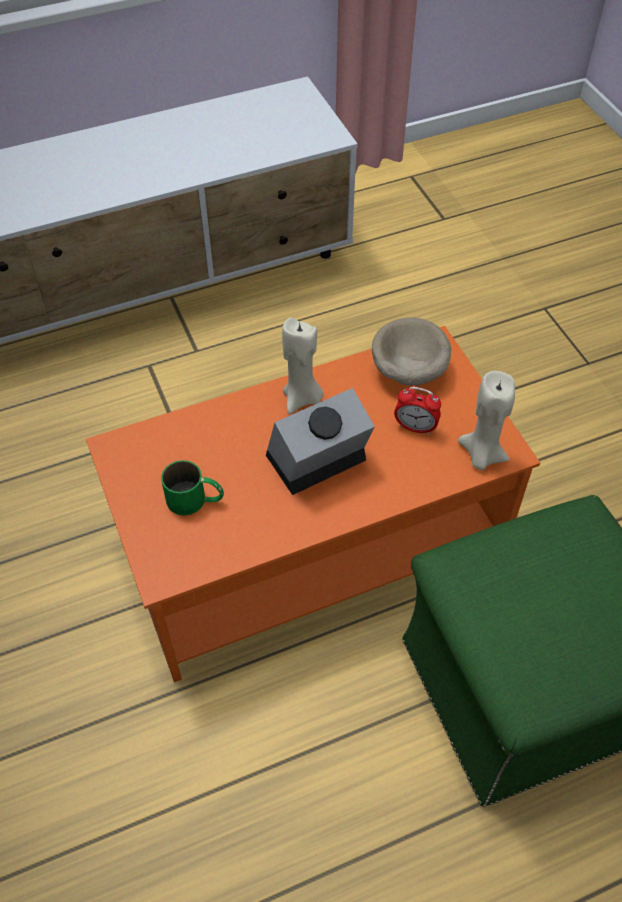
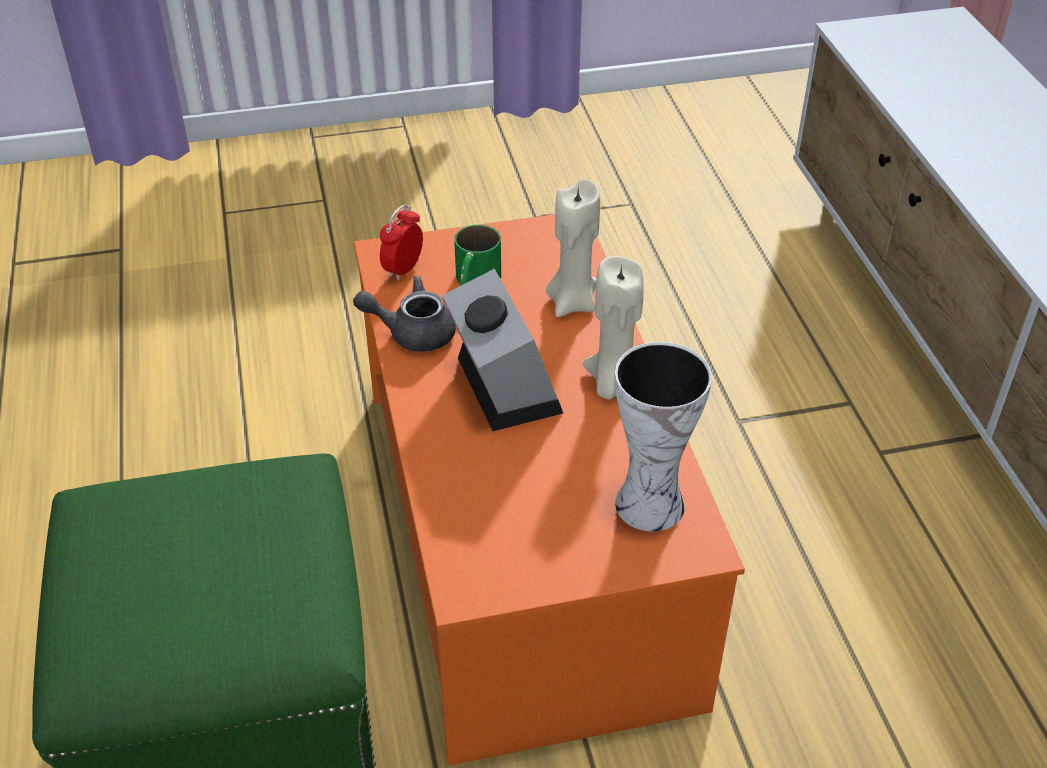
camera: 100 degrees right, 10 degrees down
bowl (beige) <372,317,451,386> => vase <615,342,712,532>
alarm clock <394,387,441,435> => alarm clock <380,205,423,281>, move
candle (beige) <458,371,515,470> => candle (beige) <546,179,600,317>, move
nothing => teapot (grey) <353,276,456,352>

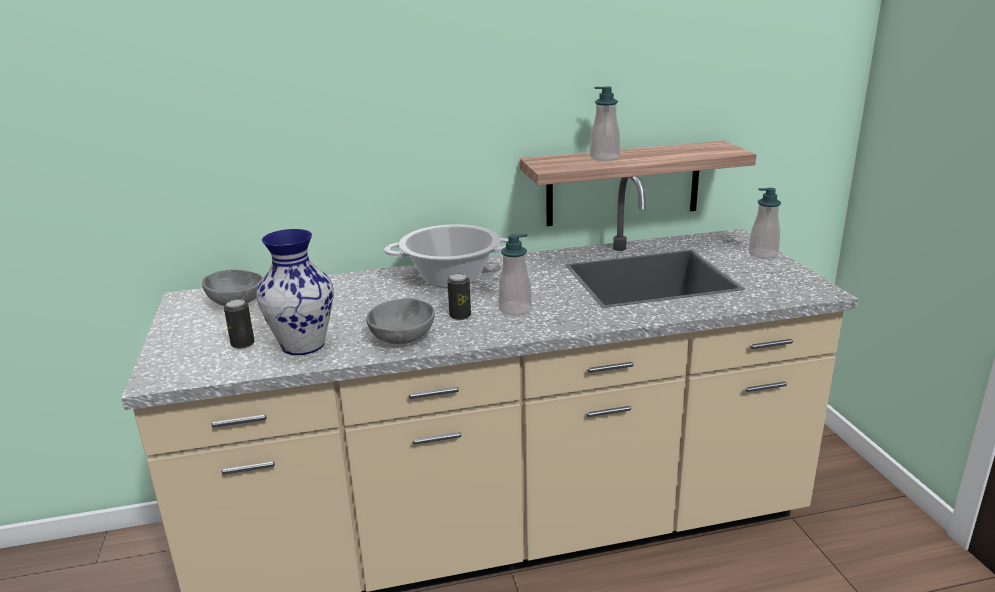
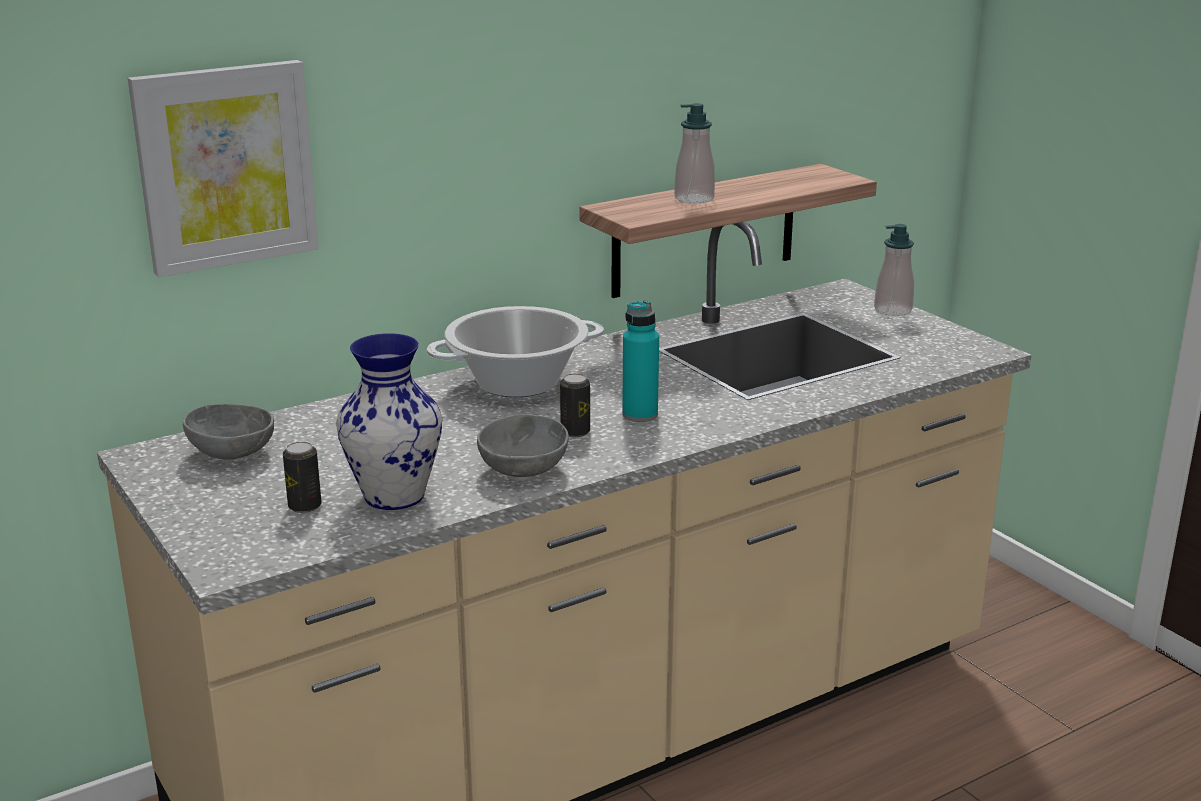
camera: 20 degrees left, 0 degrees up
soap dispenser <498,234,532,316> => bottle (turquoise) <622,300,659,422>
nothing => picture <128,60,319,277>

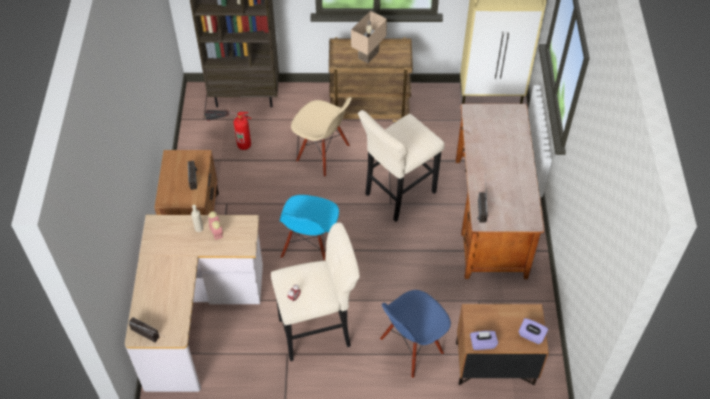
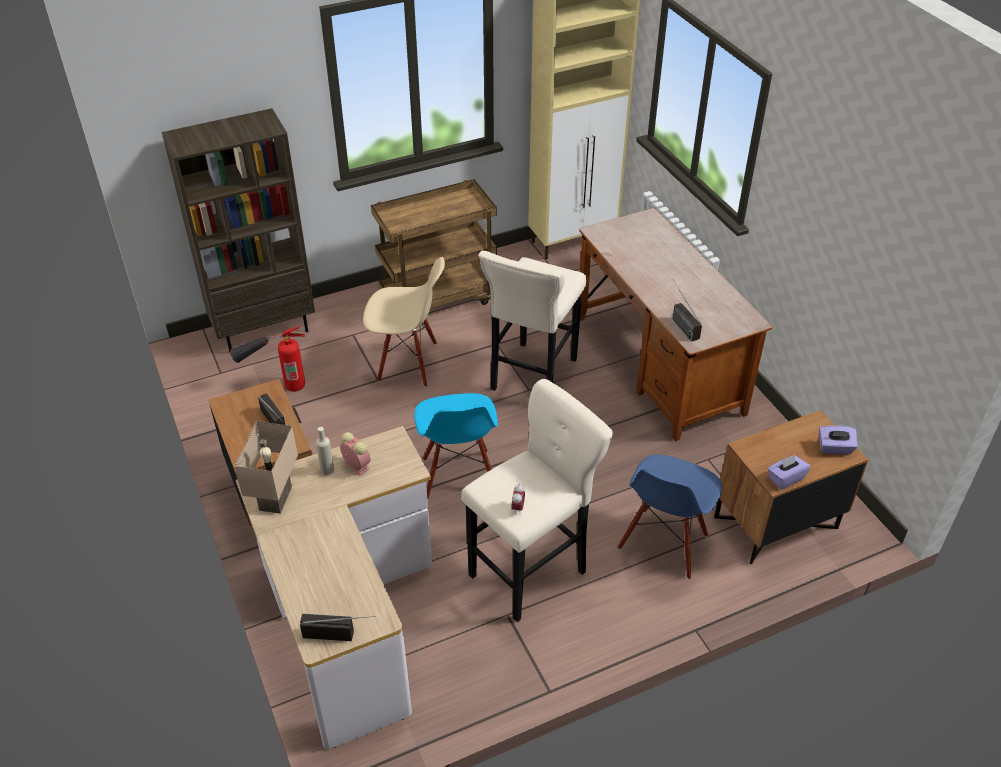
camera: 25 degrees left, 10 degrees down
table lamp (beige) <351,11,387,63> => table lamp (beige) <235,421,298,514>, move

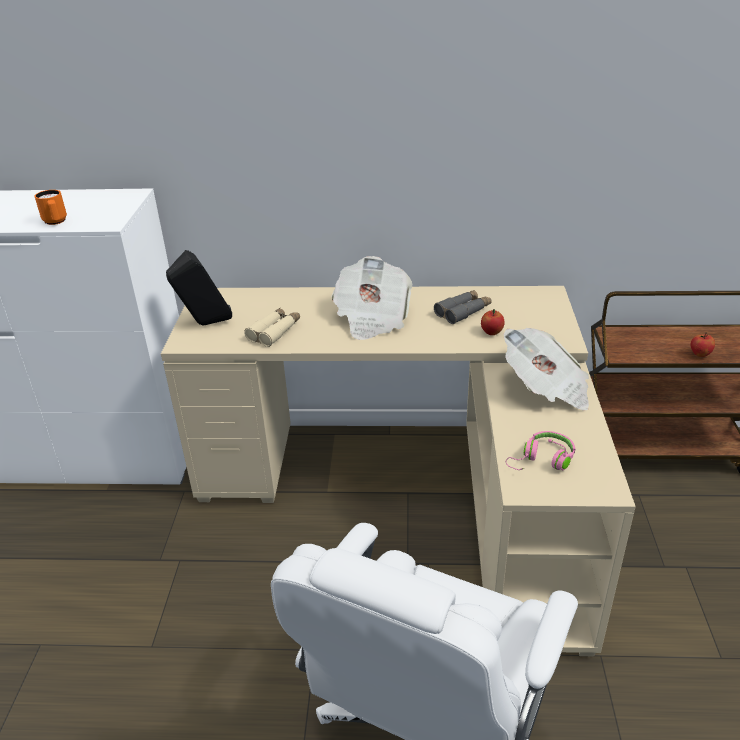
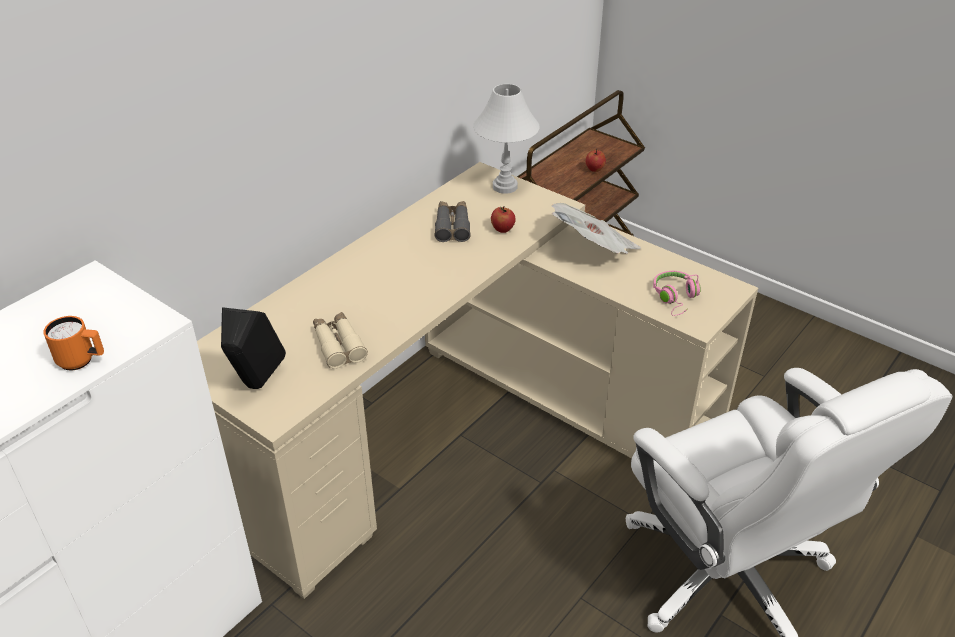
camera: 55 degrees left, 5 degrees up
newspaper <332,256,413,340> => nothing
nothing => table lamp (white) <473,84,540,194>

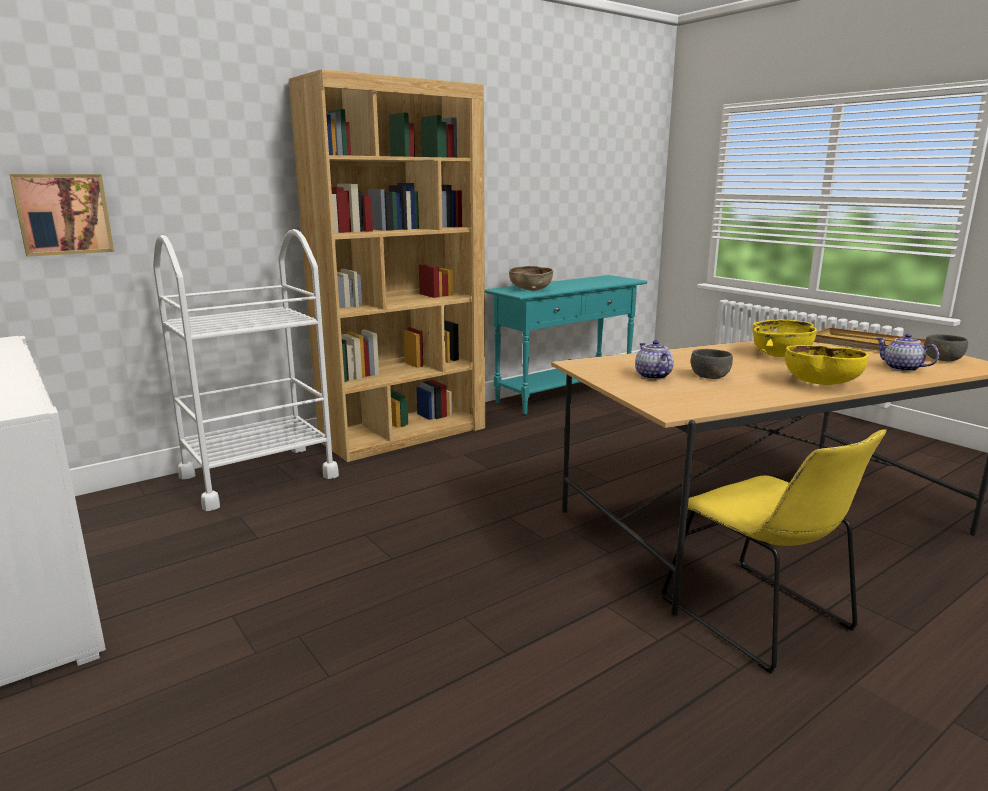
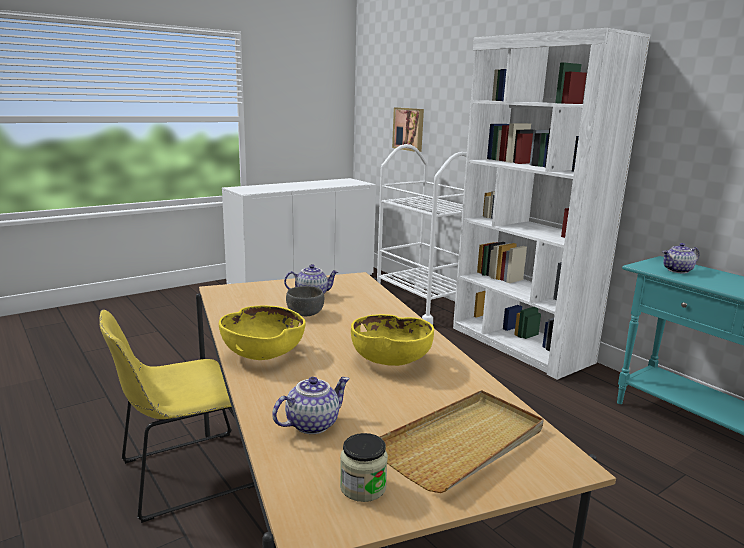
camera: 90 degrees right, 0 degrees up
bookcase (brown) <289,69,485,462> => bookcase (white) <453,28,651,380>
bowl (brown) <509,266,553,291> => teapot <662,243,699,273>
bowl (grey) <925,334,968,361> => jar <340,433,388,502>

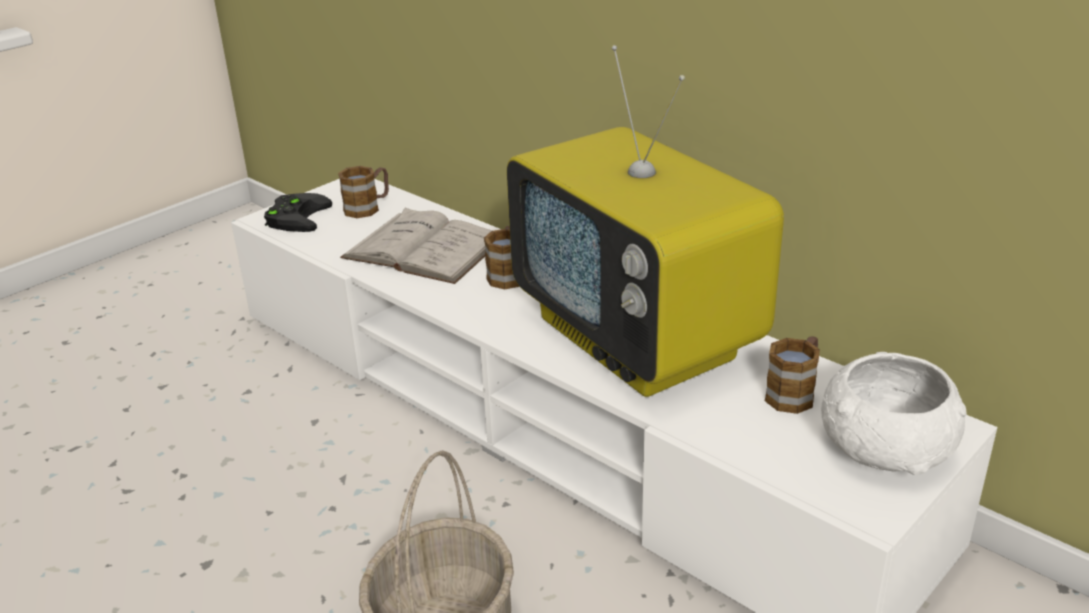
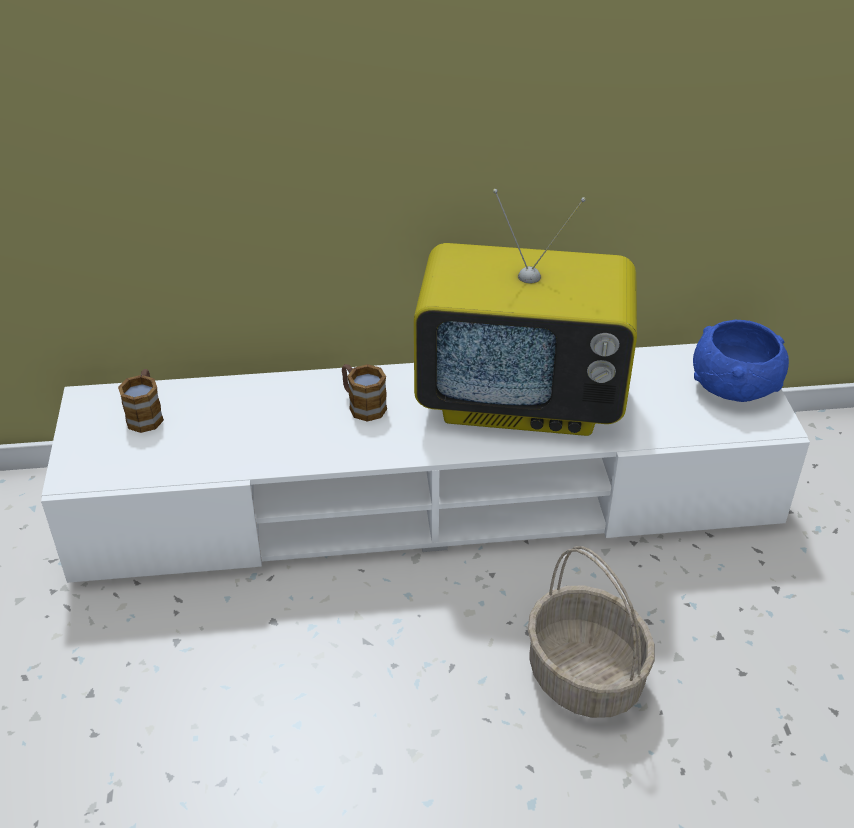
camera: 50 degrees left, 10 degrees up
game controller (black) <264,193,332,232> => nothing
book (white) <340,208,492,284> => nothing
mug <765,336,820,414> => nothing
bowl (white) <821,352,967,475> => bowl (blue) <693,320,789,402>

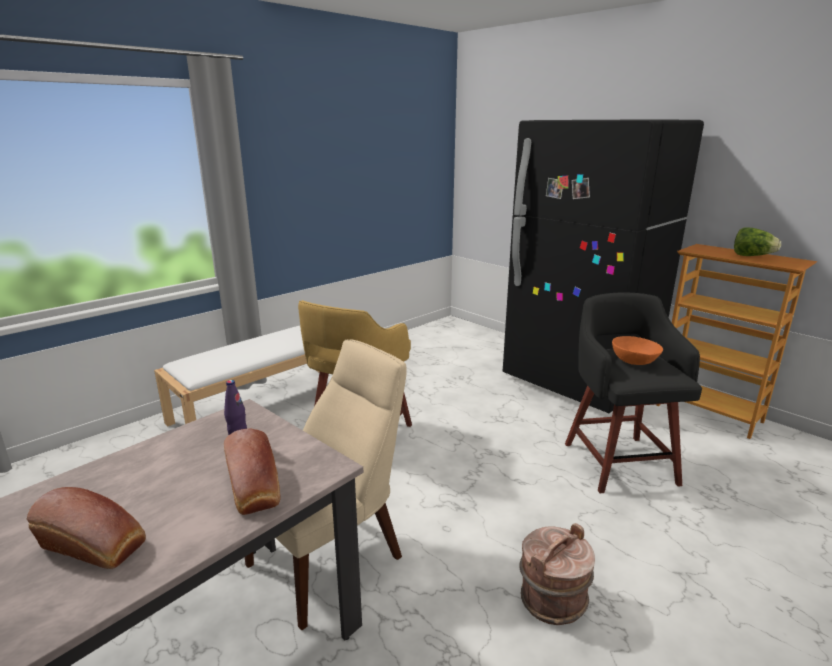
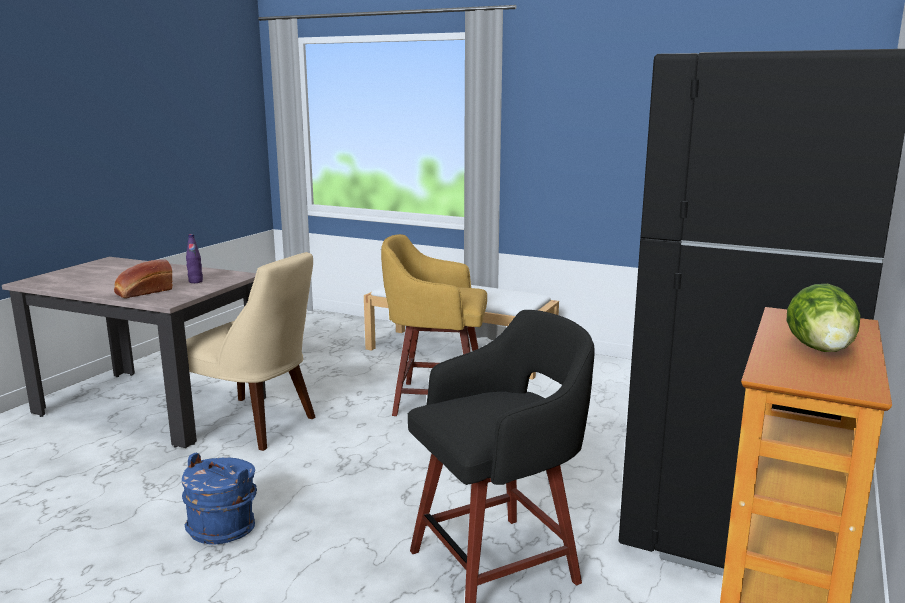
camera: 70 degrees right, 5 degrees down
bread <27,487,146,569> => nothing
bucket (brown) <519,523,595,625> => bucket (blue) <182,452,257,545>
bowl (orange) <612,336,663,365> => nothing

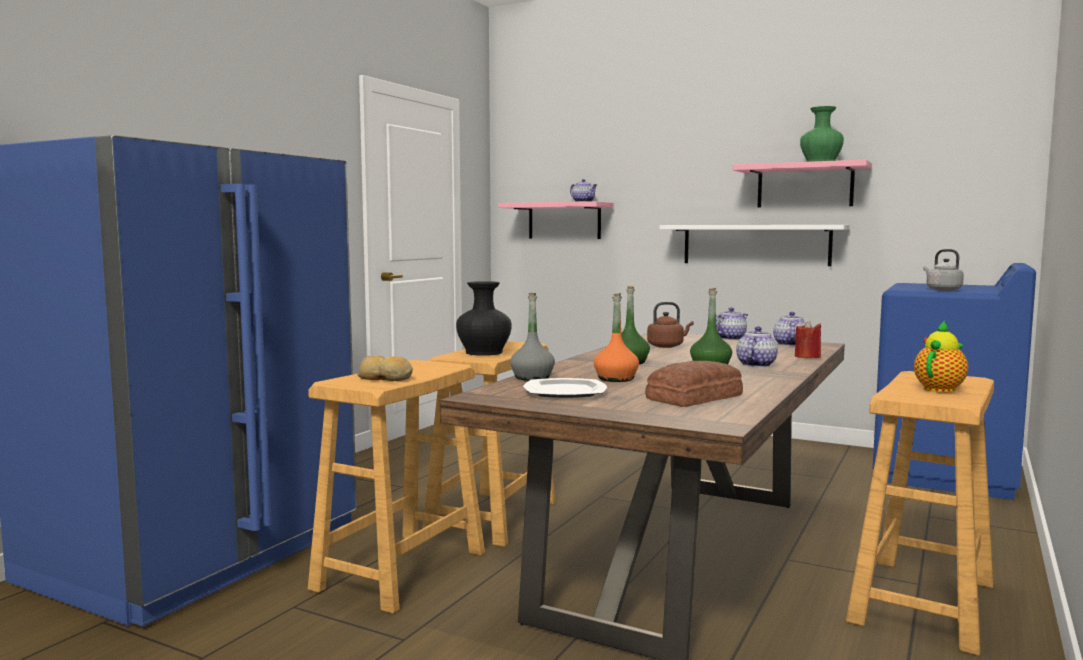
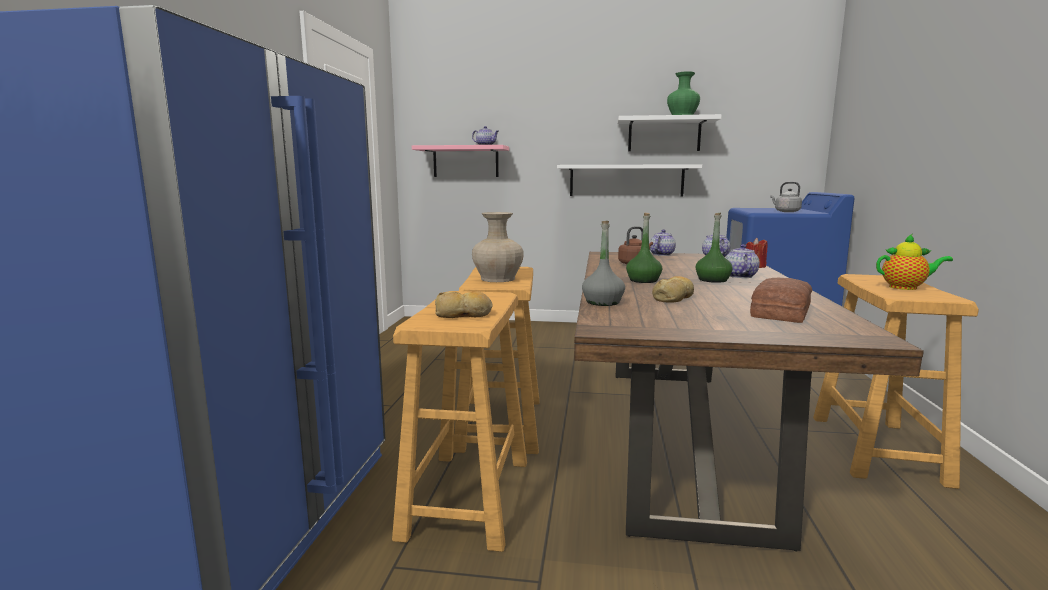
camera: 20 degrees left, 5 degrees up
vase (black) <456,281,512,356> => vase (beige) <472,212,524,282>
plate <523,378,607,398> => nothing
bottle (orange) <594,293,639,382> => bread <652,276,694,303>
shelf (pink) <732,159,872,207> => shelf (white) <618,114,722,151>
teapot <914,321,968,393> => teapot <876,234,953,290>, 75 degrees clockwise

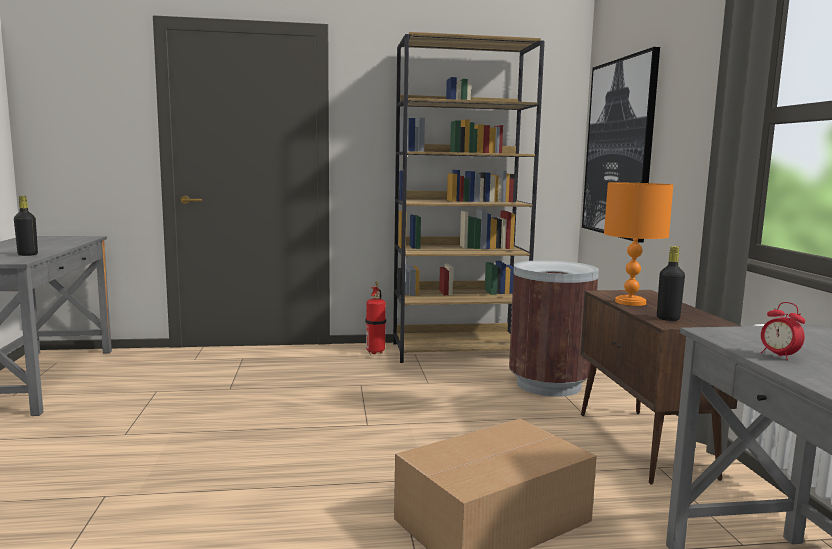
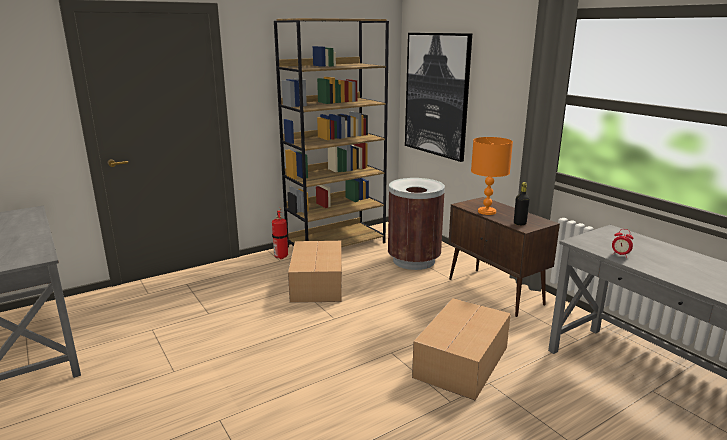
camera: 25 degrees left, 10 degrees up
bottle (black) <14,196,38,256> => nothing
nothing => cardboard box <288,241,342,303>

